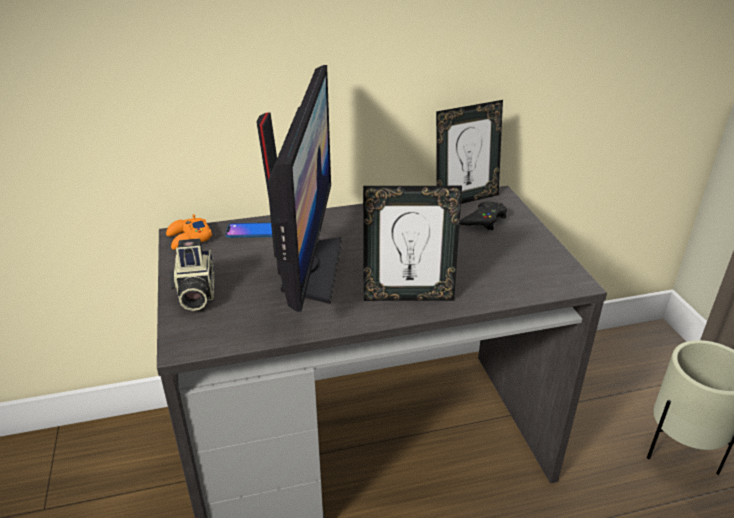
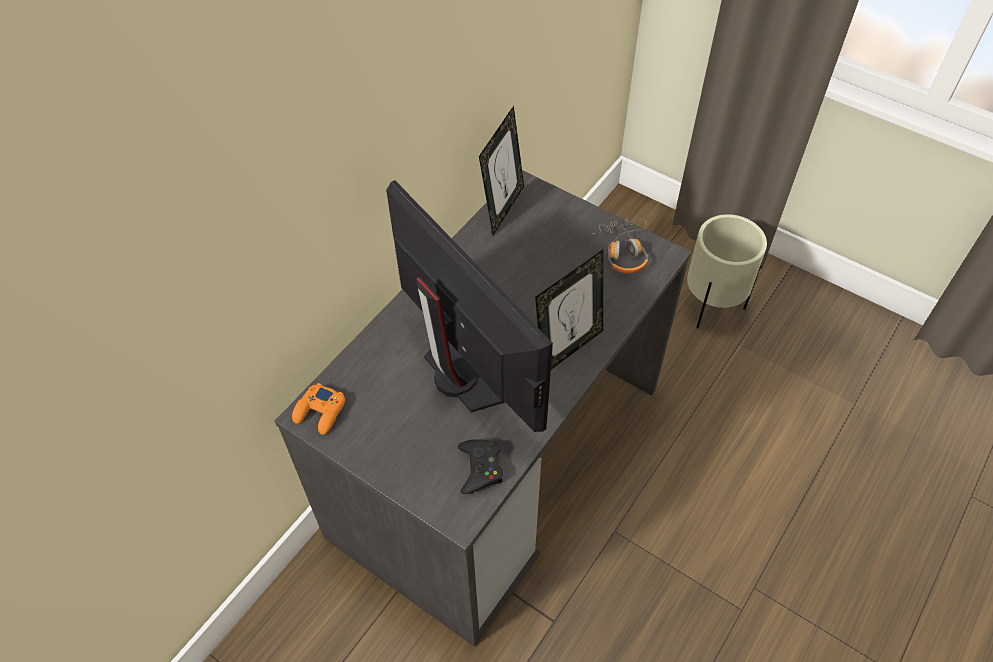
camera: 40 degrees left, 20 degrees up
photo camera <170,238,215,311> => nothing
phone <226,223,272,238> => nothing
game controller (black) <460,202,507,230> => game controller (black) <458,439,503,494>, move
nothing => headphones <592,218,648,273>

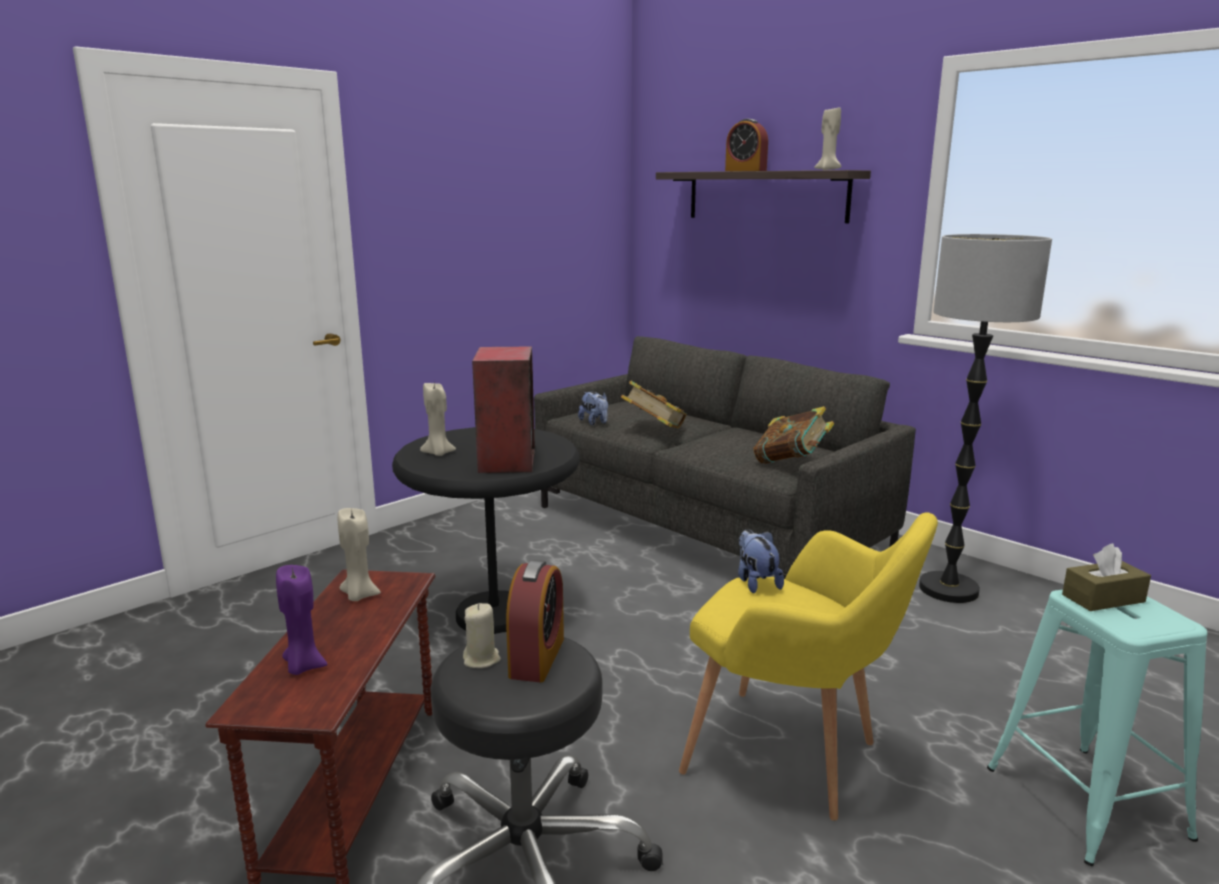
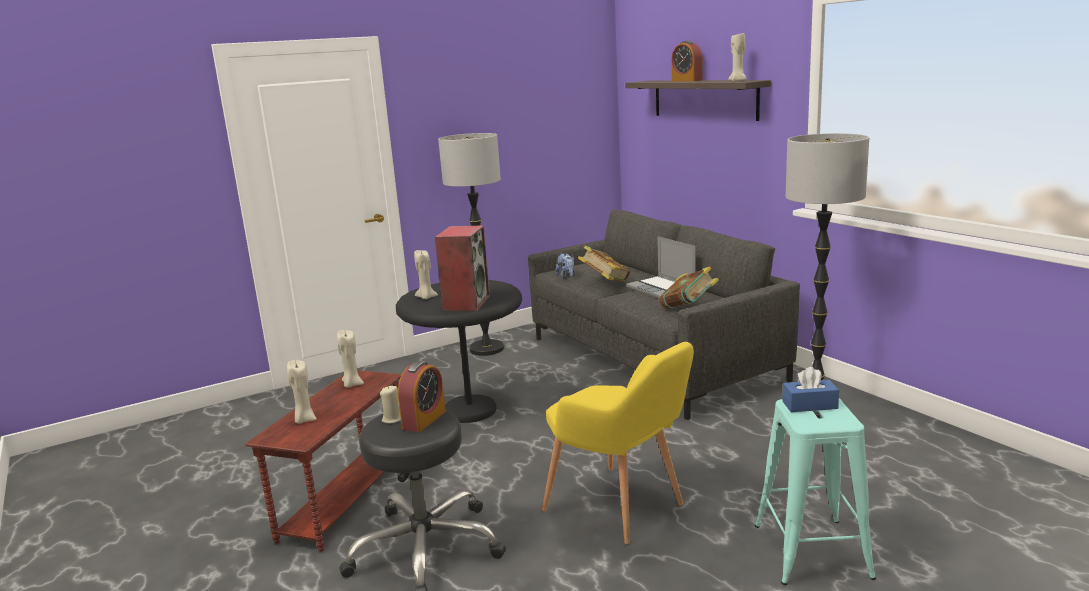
camera: 15 degrees right, 0 degrees up
candle (purple) <276,565,328,675> => candle (beige) <287,360,317,424>
plush toy <738,529,784,593> => nothing
tissue box (brown) <1062,543,1151,611> => tissue box (blue) <782,367,839,412>
nothing => floor lamp <438,133,504,356>
nothing => laptop <626,236,696,299>

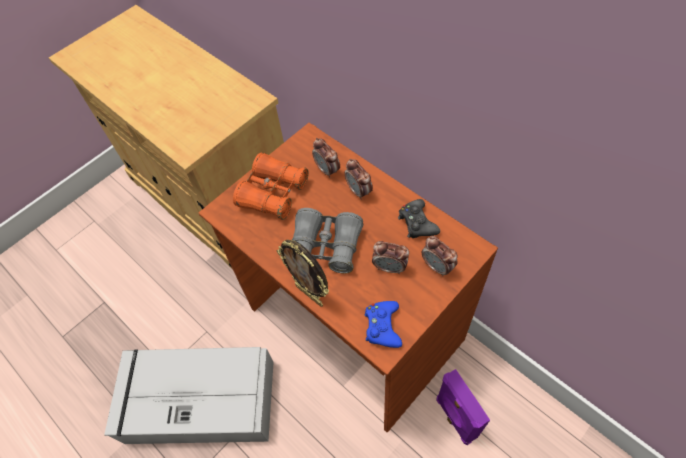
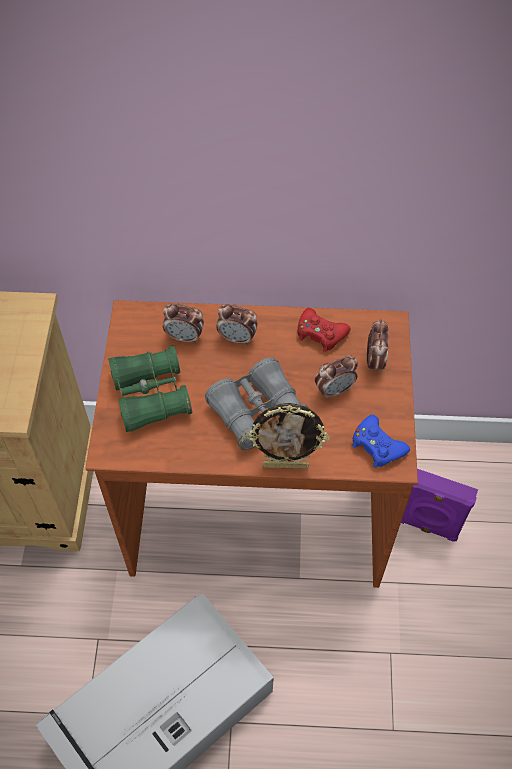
camera: 45 degrees left, 0 degrees up
binoculars (orange) <233,153,309,220> => binoculars (green) <108,345,192,432>
game controller (black) <398,199,440,238> => game controller (red) <298,308,351,352>
alarm clock <421,236,458,277> => alarm clock <367,319,389,373>, 90 degrees counterclockwise

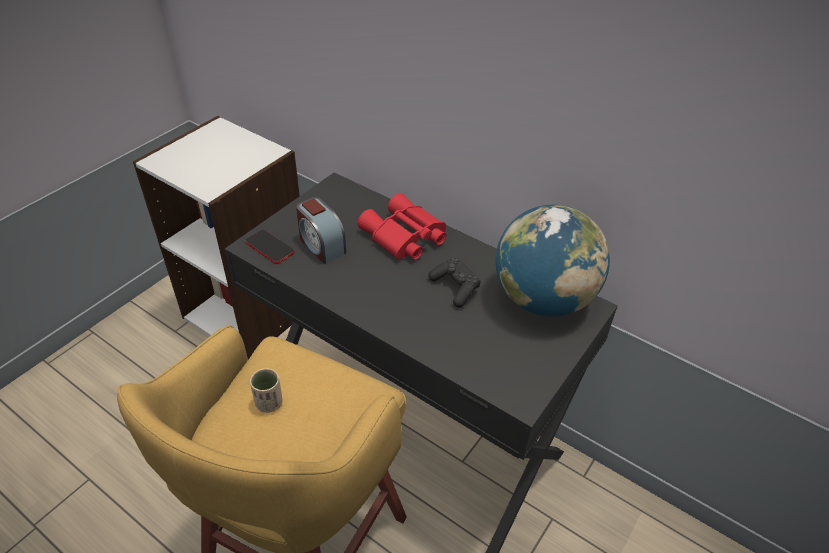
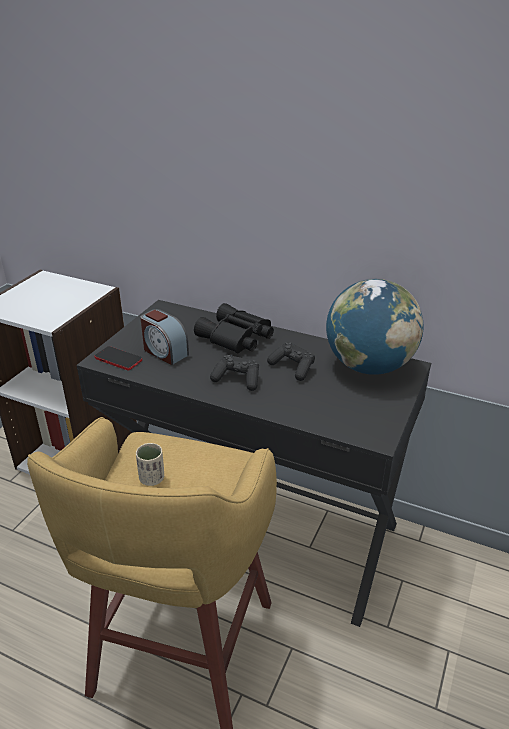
camera: 10 degrees left, 10 degrees down
binoculars (red) <358,193,446,260> => binoculars (black) <194,303,274,353>
nothing => game controller (black) <210,355,259,391>

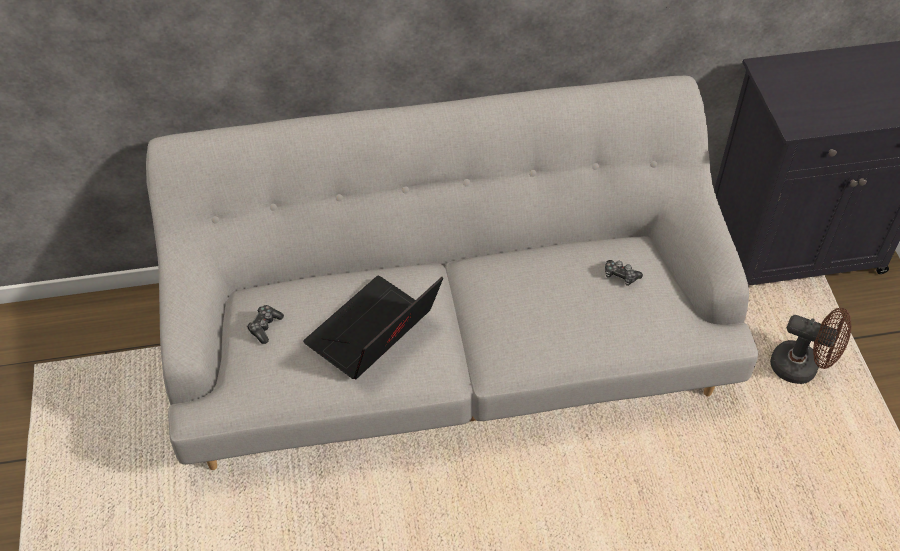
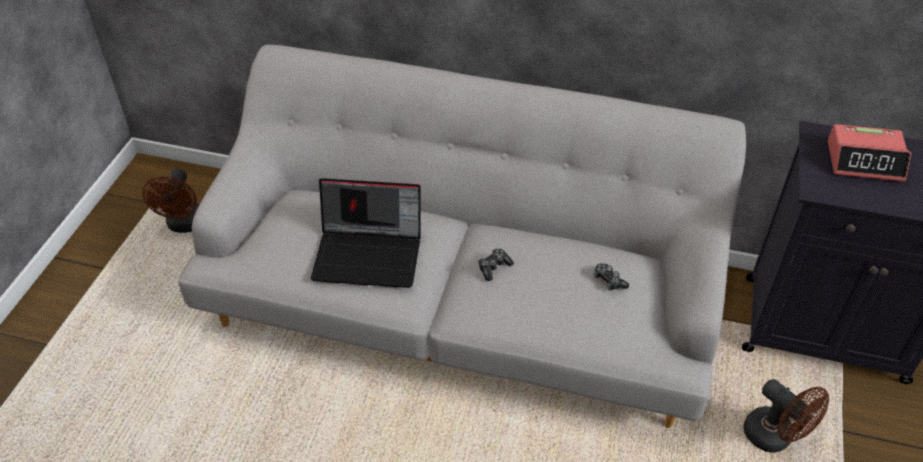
camera: 25 degrees right, 5 degrees down
game controller <247,305,284,344> => game controller <478,249,514,281>, move
laptop <303,276,443,379> => laptop <311,178,421,288>, 150 degrees counterclockwise
nothing => fan (brown) <142,169,200,233>
nothing => alarm clock <828,124,911,182>

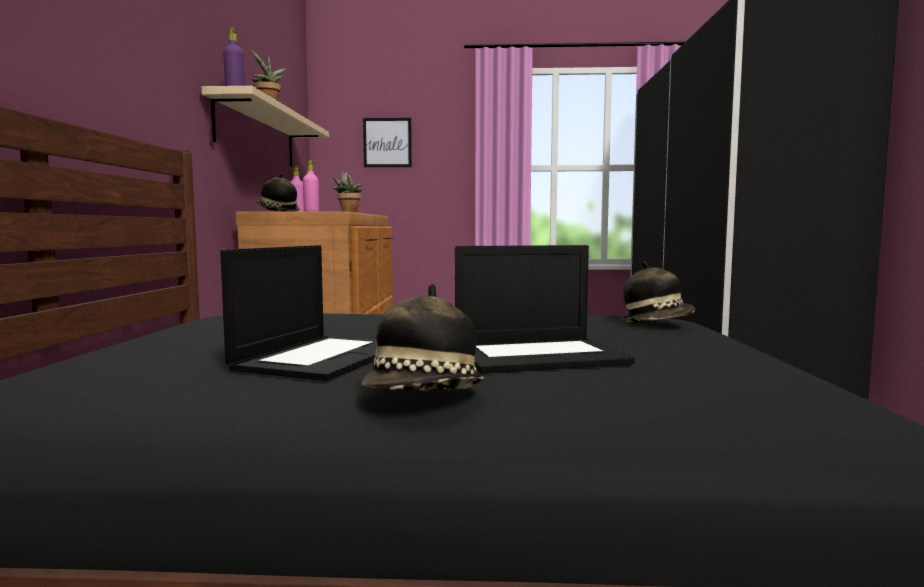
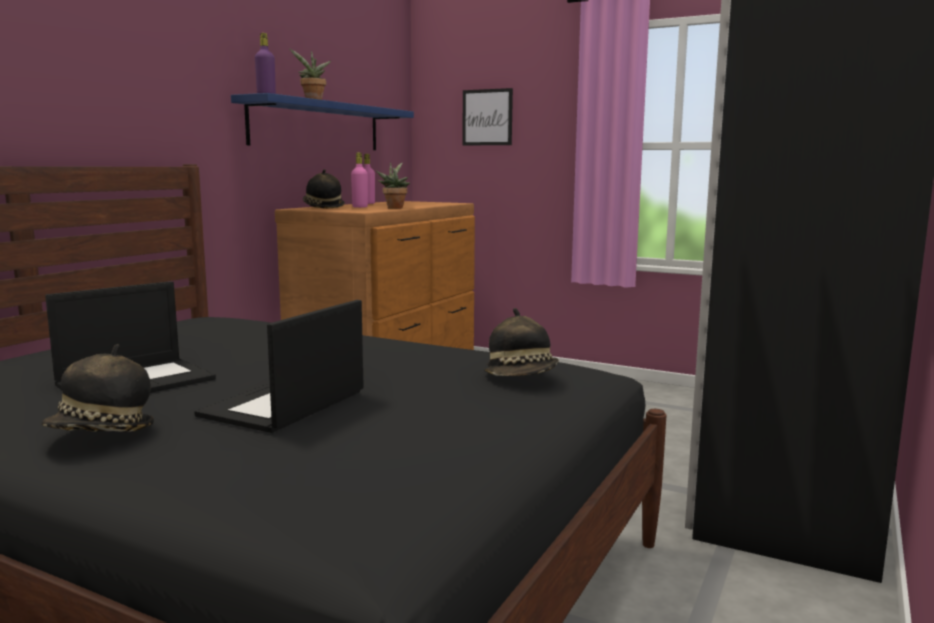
camera: 25 degrees right, 5 degrees up
shelf (beige) <202,86,329,166> => shelf (blue) <231,93,414,150>
laptop <455,245,635,373> => laptop <194,300,364,433>, 105 degrees clockwise

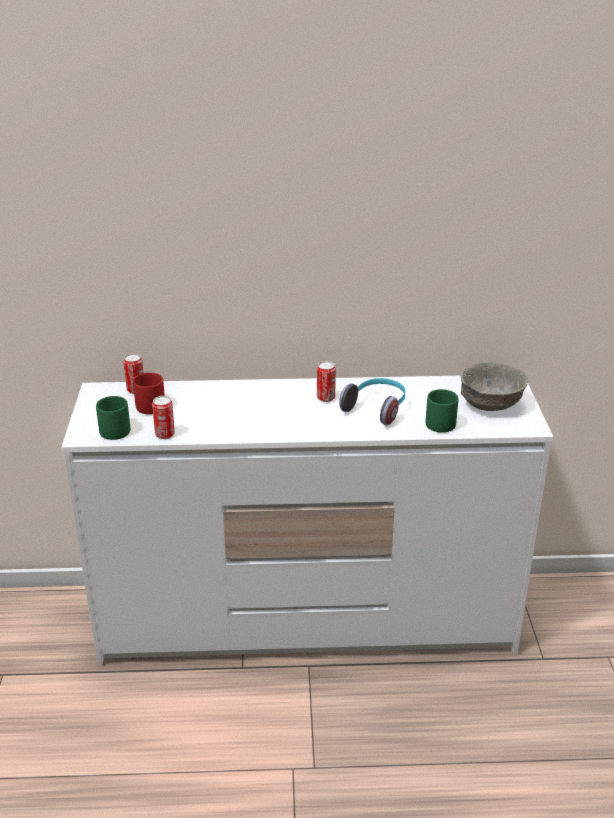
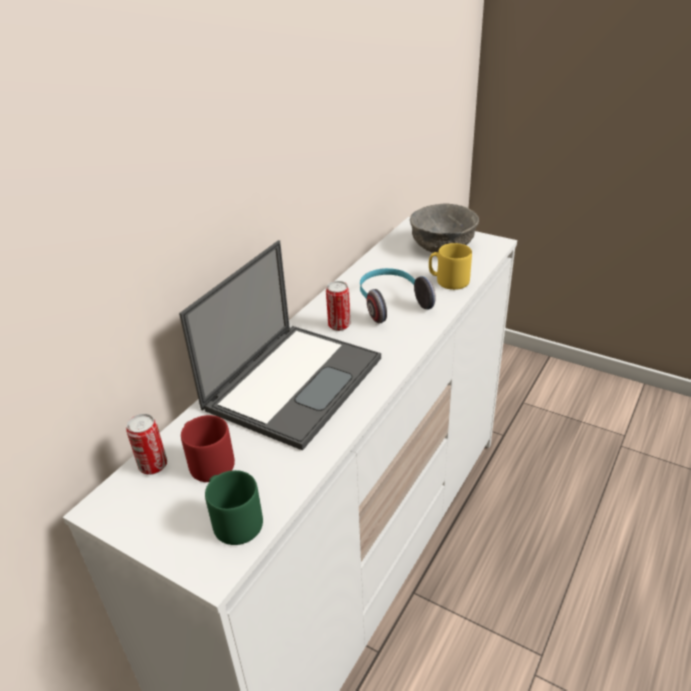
camera: 55 degrees left, 5 degrees up
can <152,396,175,439> => nothing
mug (green) <425,389,458,433> => mug (yellow) <429,243,472,290>
nothing => laptop <179,240,381,451>

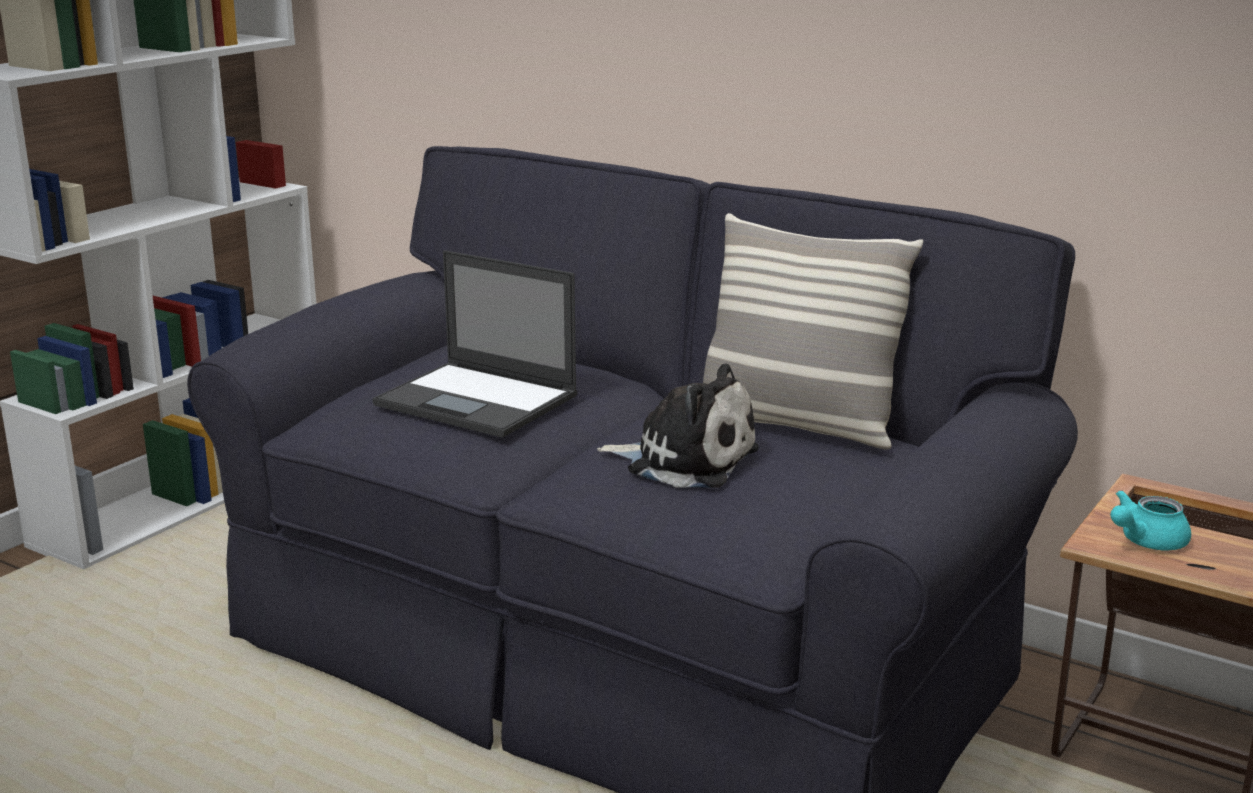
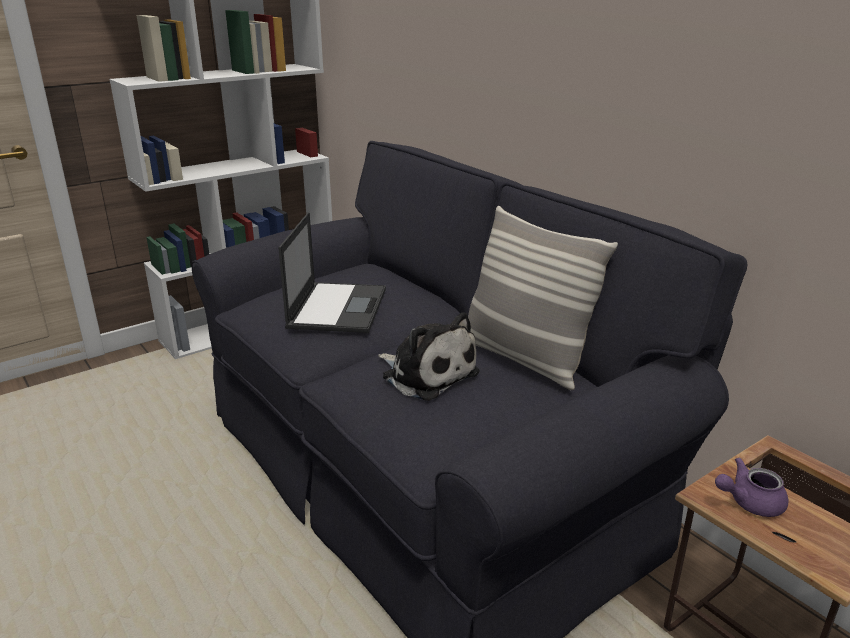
camera: 20 degrees right, 5 degrees up
laptop <372,250,578,438> => laptop <278,212,386,333>, 135 degrees counterclockwise
teapot (turquoise) <1110,490,1191,550> => teapot (purple) <715,457,788,517>

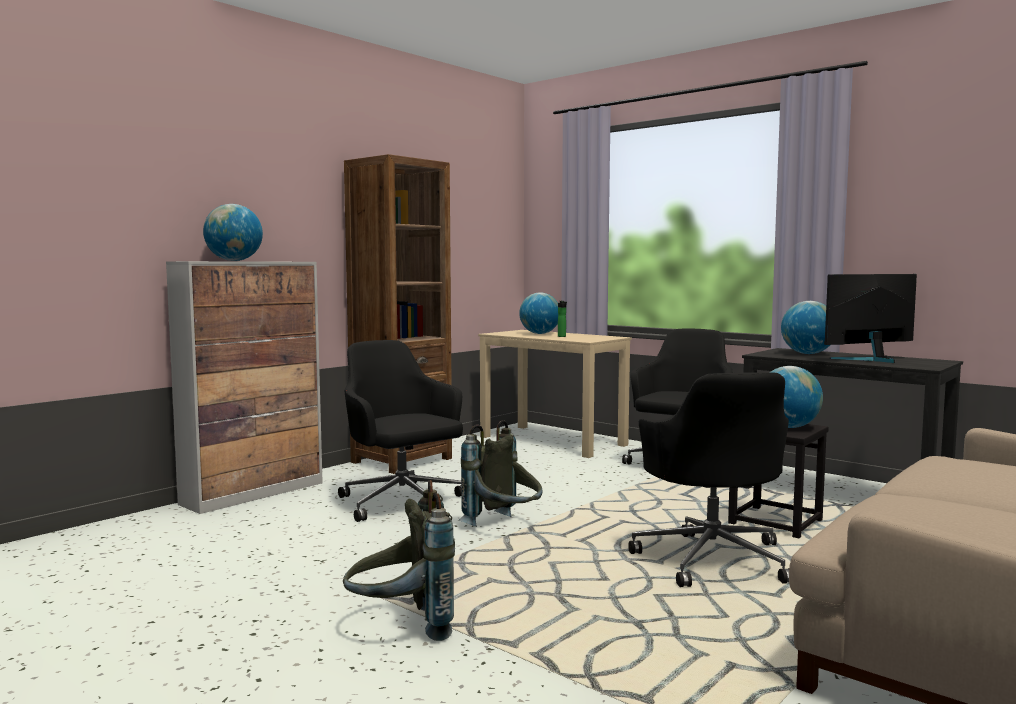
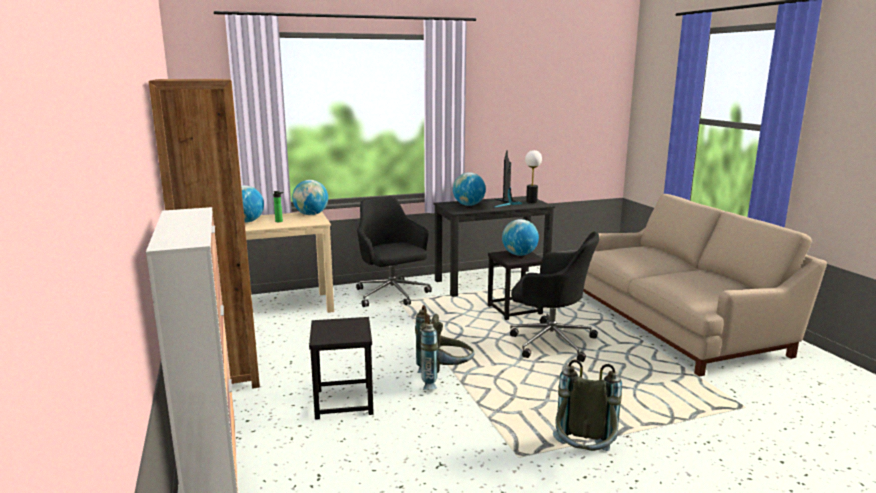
camera: 60 degrees left, 10 degrees up
globe <203,204,263,261> => globe <292,180,328,215>, move
office chair (black) <338,340,463,522> => stool (black) <309,317,374,420>
nothing => table lamp <525,150,542,203>

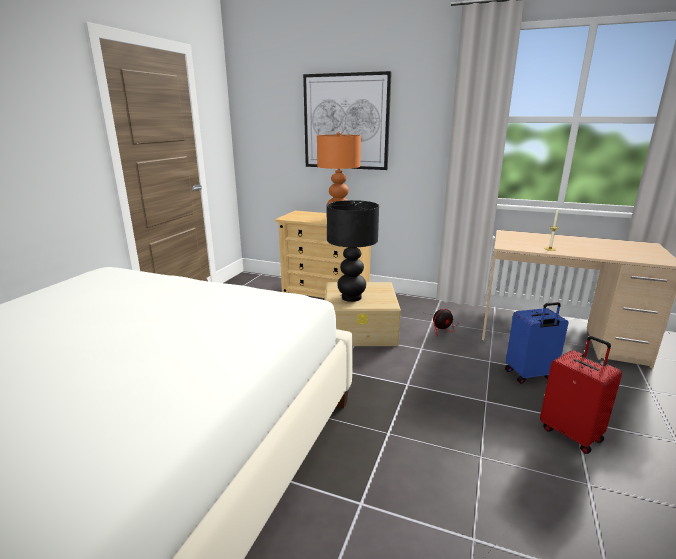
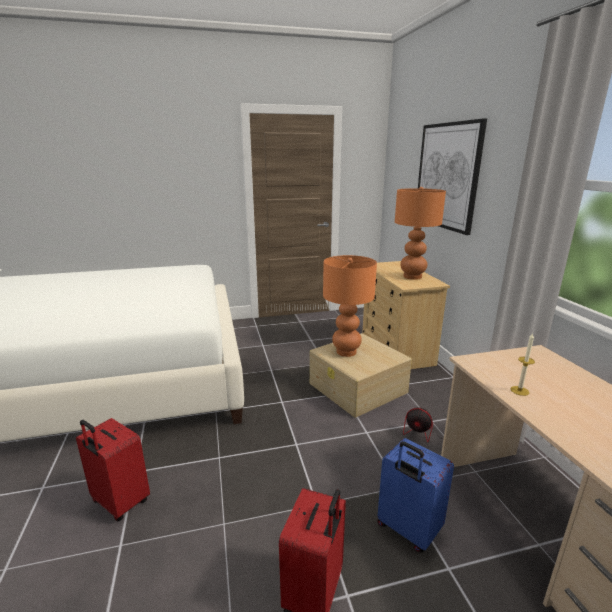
camera: 55 degrees right, 0 degrees up
table lamp (black) <327,200,379,302> => table lamp (orange) <323,255,377,357>
nothing => suitcase (red) <76,418,150,521>

